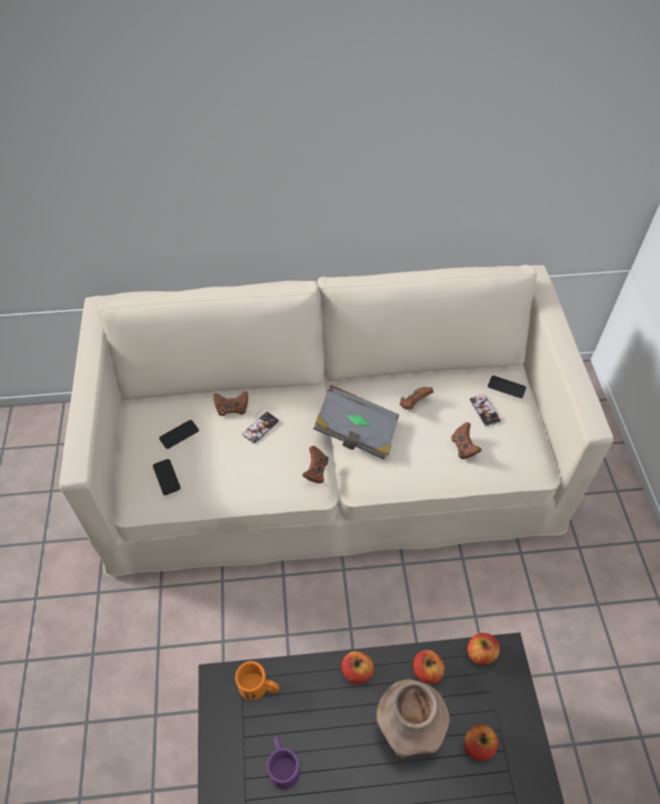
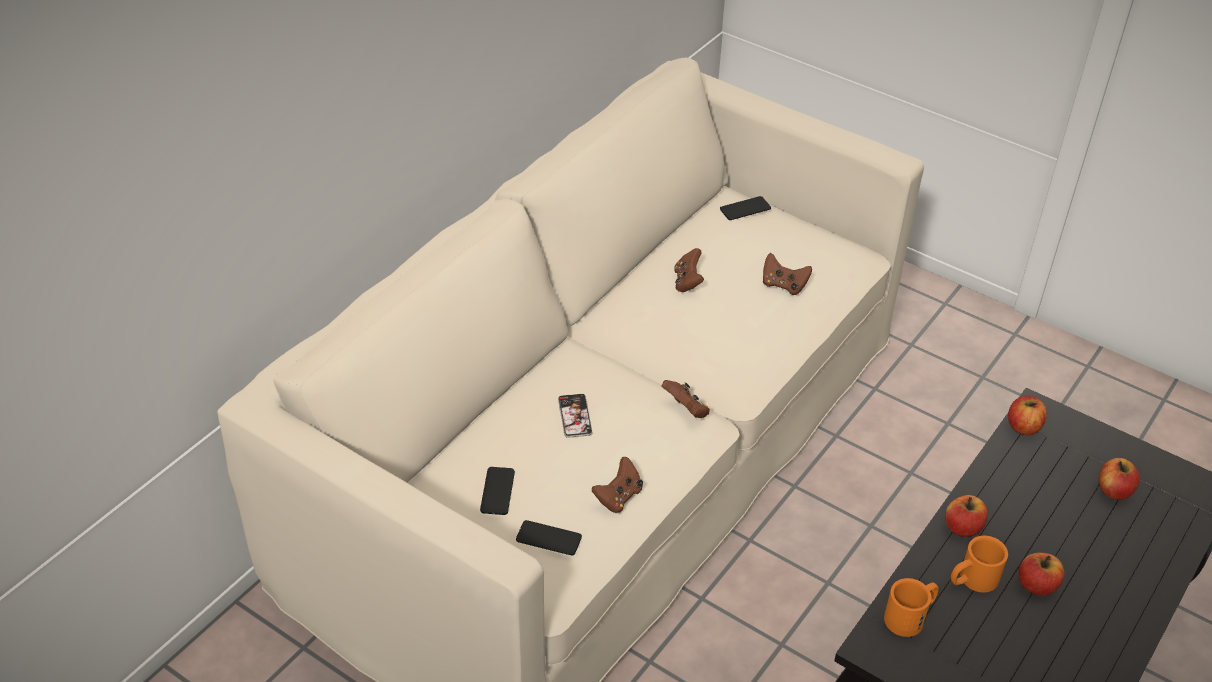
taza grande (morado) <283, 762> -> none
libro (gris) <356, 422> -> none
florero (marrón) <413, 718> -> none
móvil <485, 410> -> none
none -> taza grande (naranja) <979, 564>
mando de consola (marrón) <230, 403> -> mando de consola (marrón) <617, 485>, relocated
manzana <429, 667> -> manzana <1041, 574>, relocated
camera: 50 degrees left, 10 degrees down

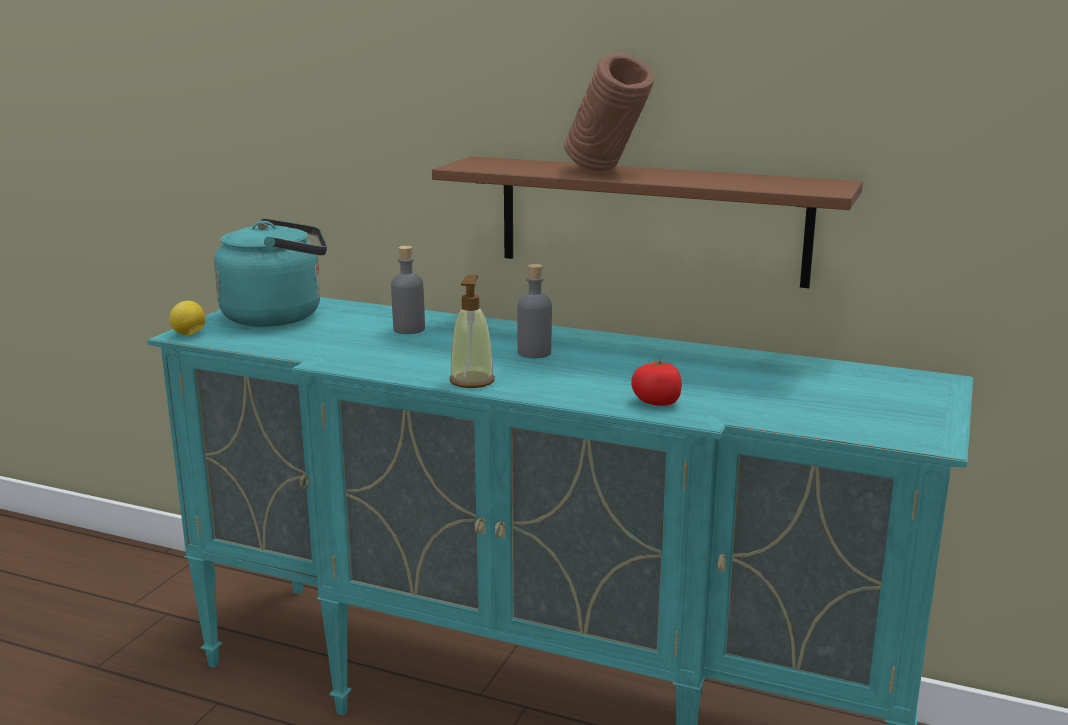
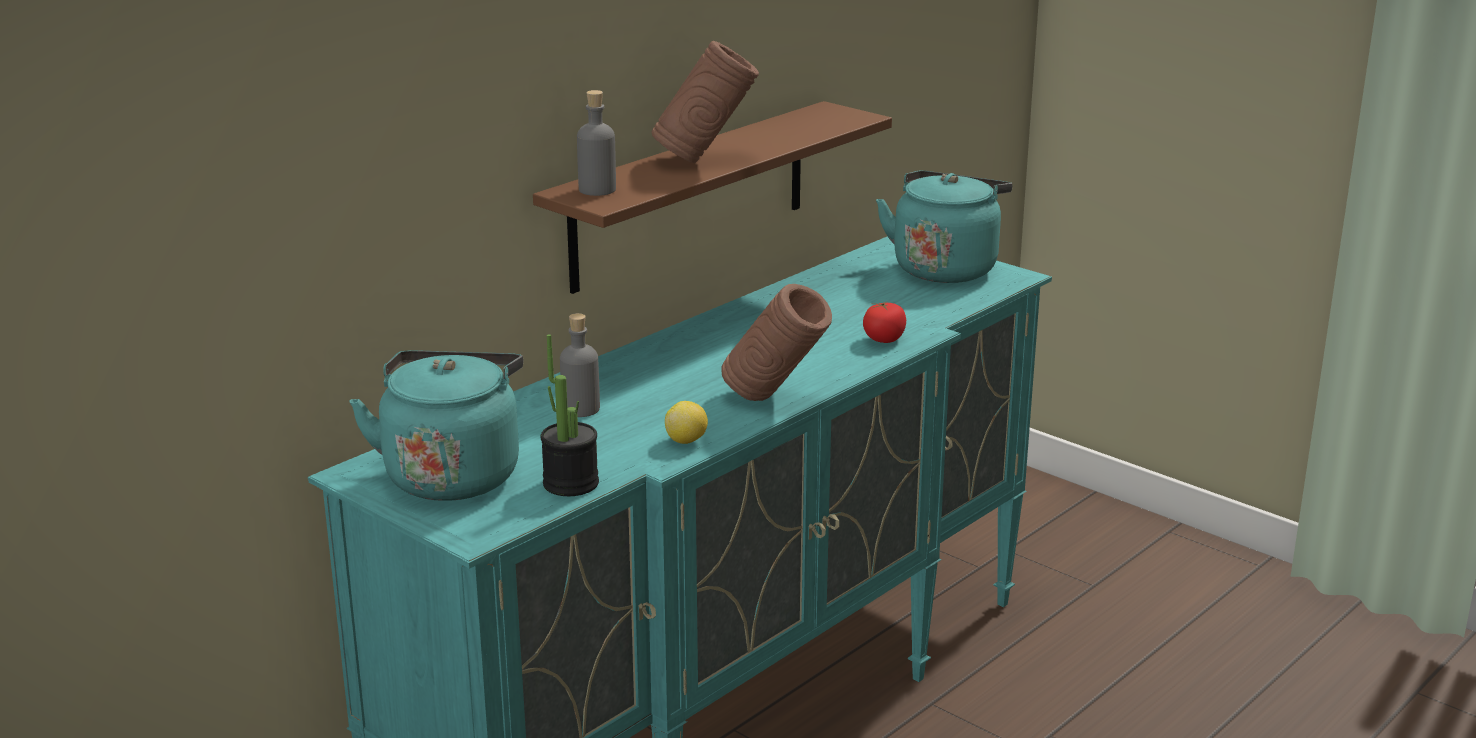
none -> planta en maceta <570, 415>
none -> hervidor (turquesa) <944, 226>
limón <187, 318> -> limón <686, 422>, relocated
botella (gris) <534, 311> -> botella (gris) <596, 143>, relocated
dispensador de jabón <472, 331> -> florero (marrón) <776, 342>
camera: 70 degrees left, 5 degrees up

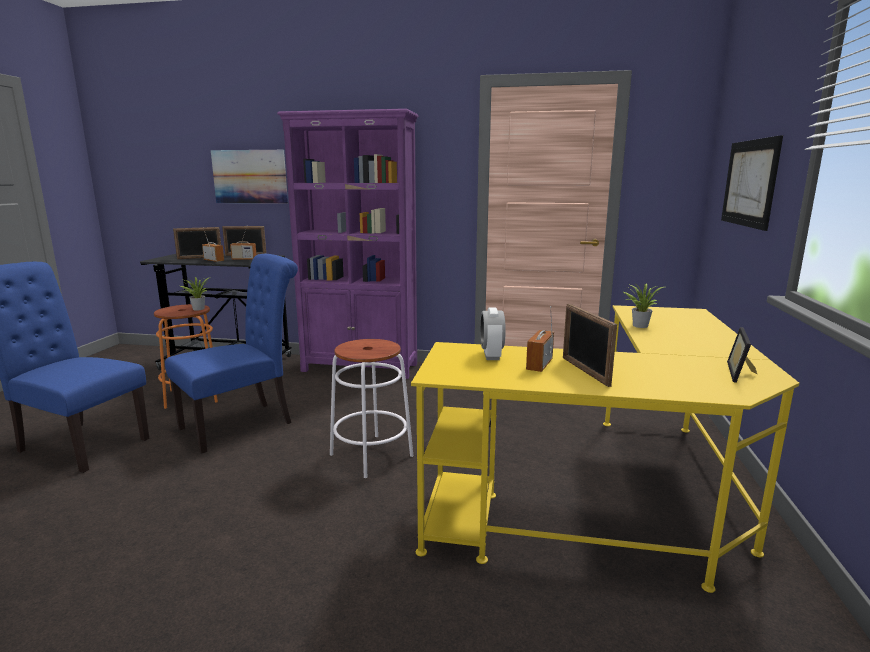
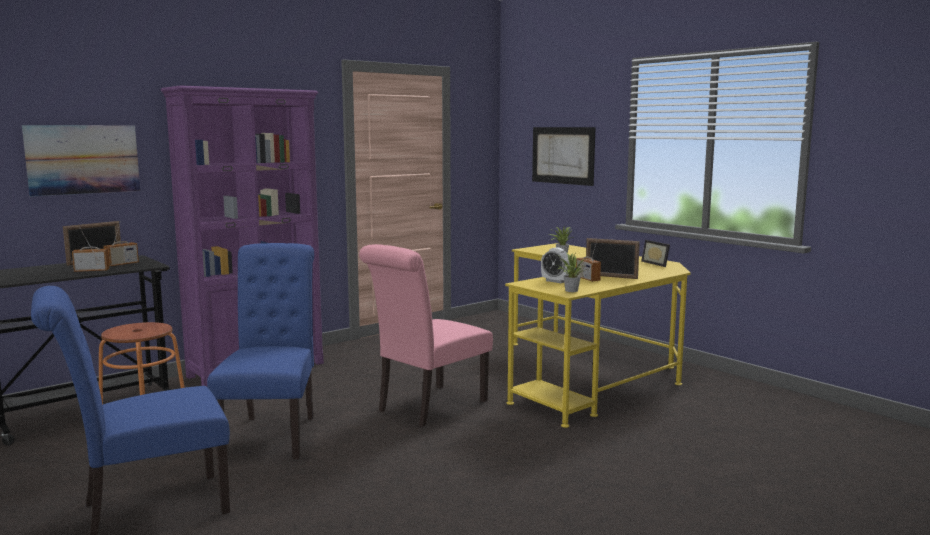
portarretratos <197, 243> -> none
planta en maceta <195, 294> -> planta en maceta <571, 272>, relocated
taburete (blanco) <371, 408> -> silla (rosa) <426, 335>
camera: 50 degrees left, 5 degrees down

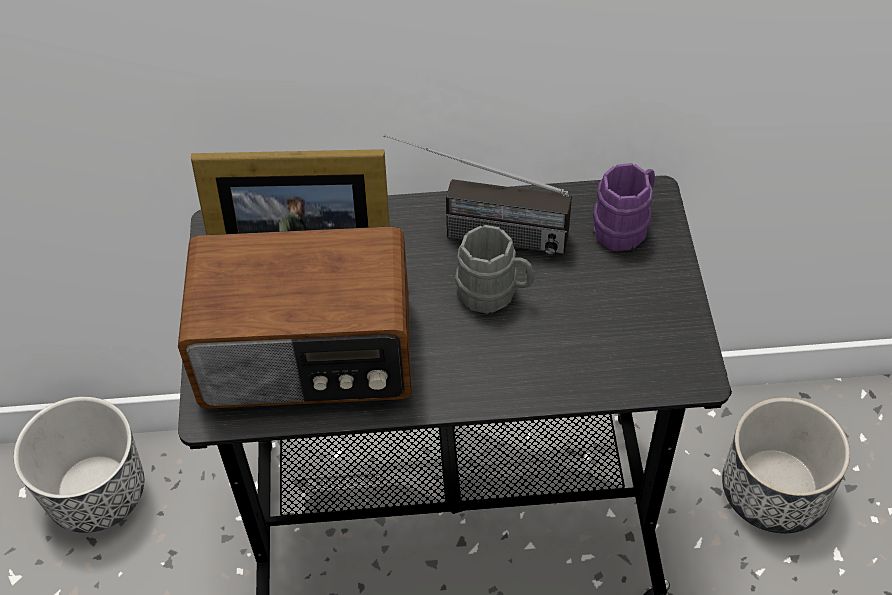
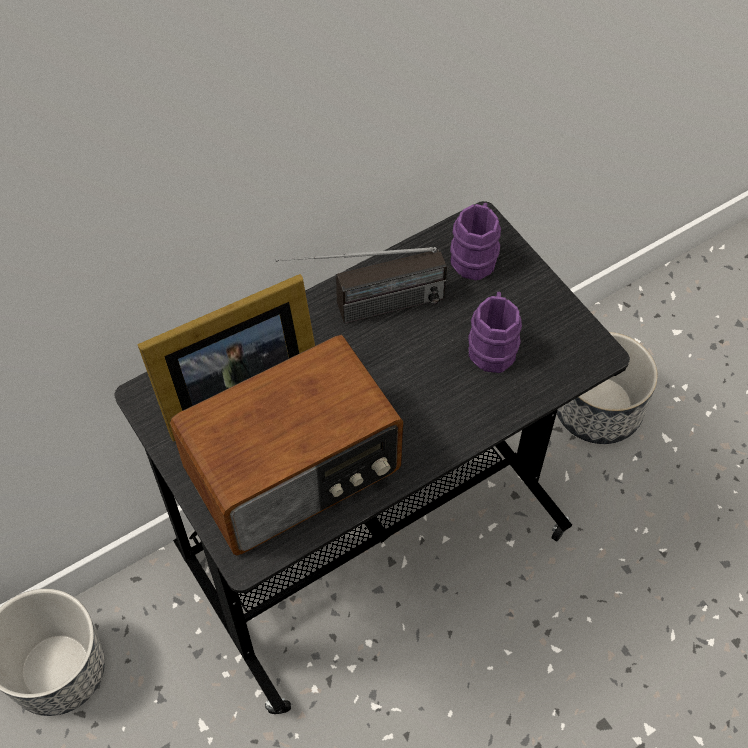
taza grande (gris) <495, 269> -> none
none -> taza grande (morado) <495, 332>
camera: 30 degrees left, 5 degrees up

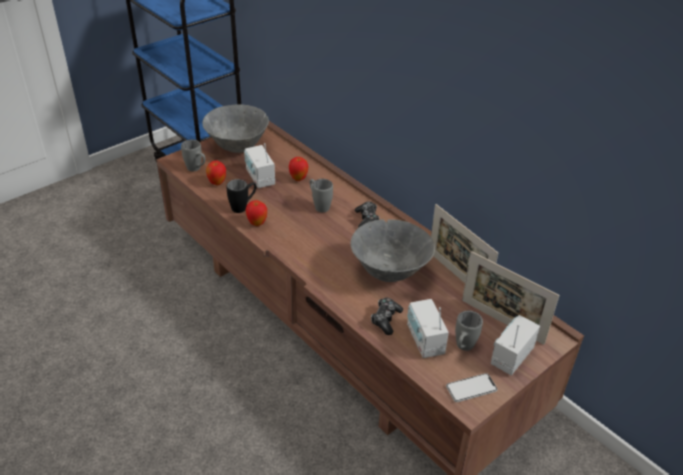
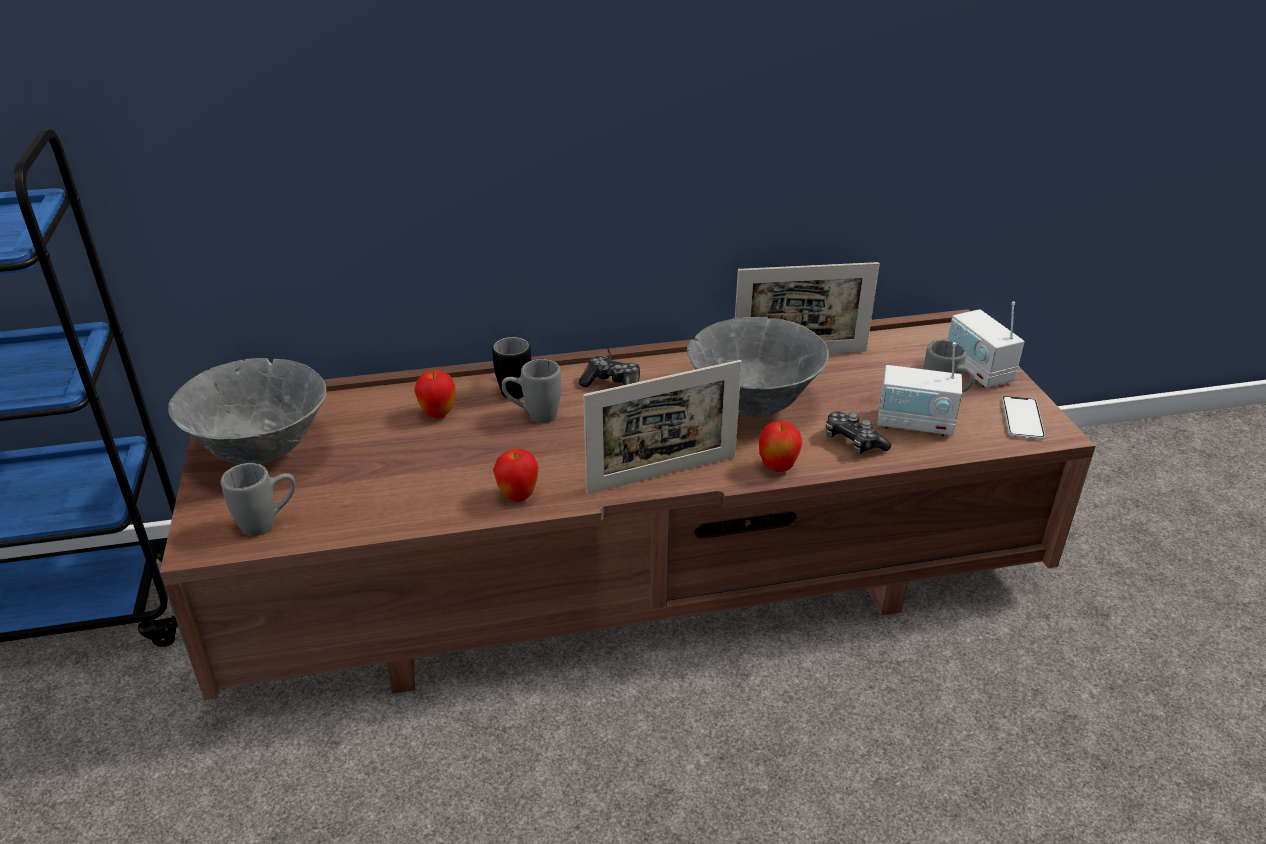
radio <259, 165> -> none
manzana <216, 173> -> manzana <780, 446>, relocated
taza grande (negro) <241, 196> -> taza grande (negro) <511, 367>, relocated
portarretratos <510, 298> -> portarretratos <662, 427>, relocated
camera: 60 degrees left, 5 degrees down

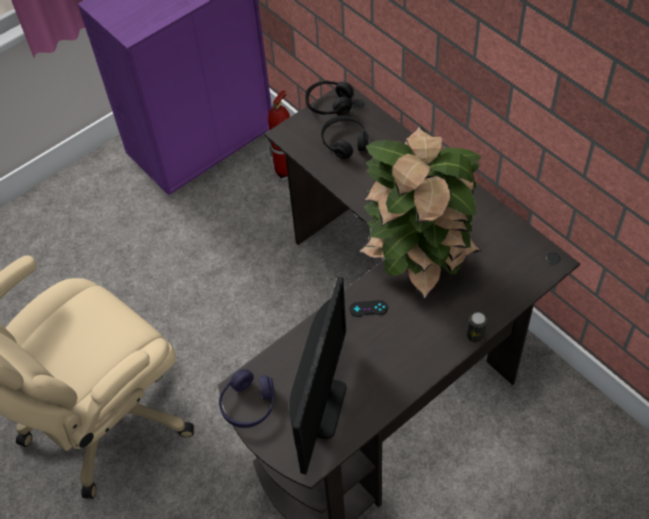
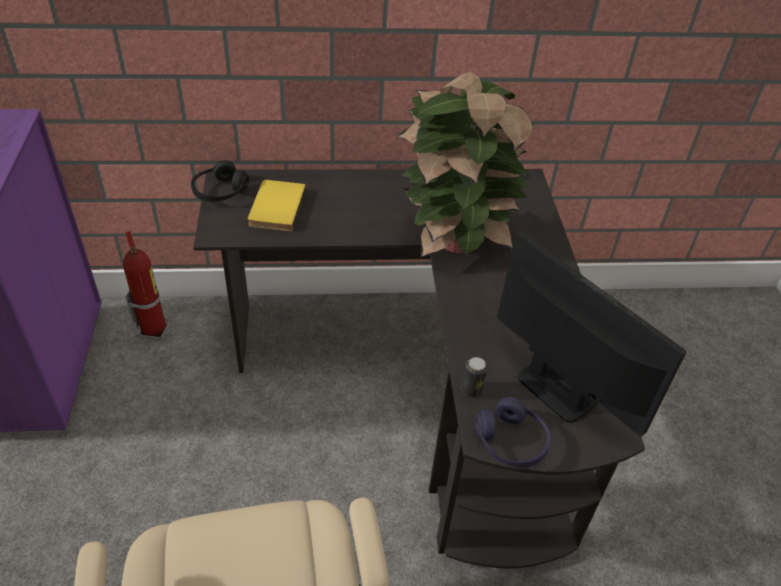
mando de consola (negro) <368, 308> -> none
lata <477, 327> -> lata <475, 377>, relocated
auriculares (negro) <344, 137> -> libro (amarillo) <277, 205>
camera: 60 degrees left, 10 degrees down

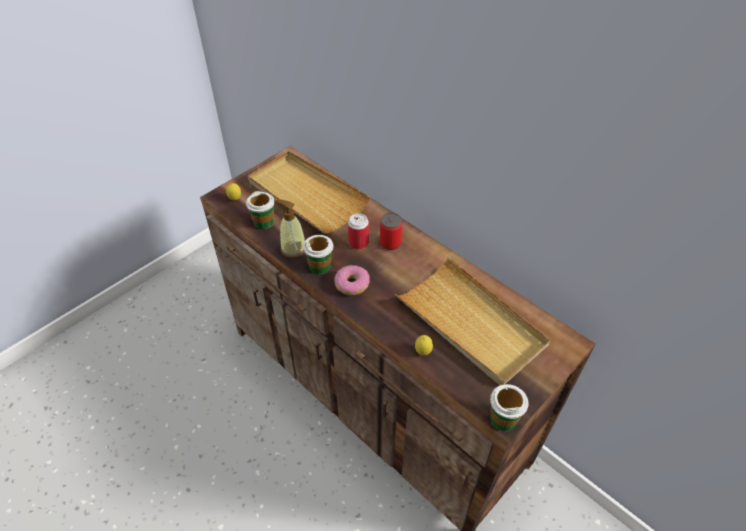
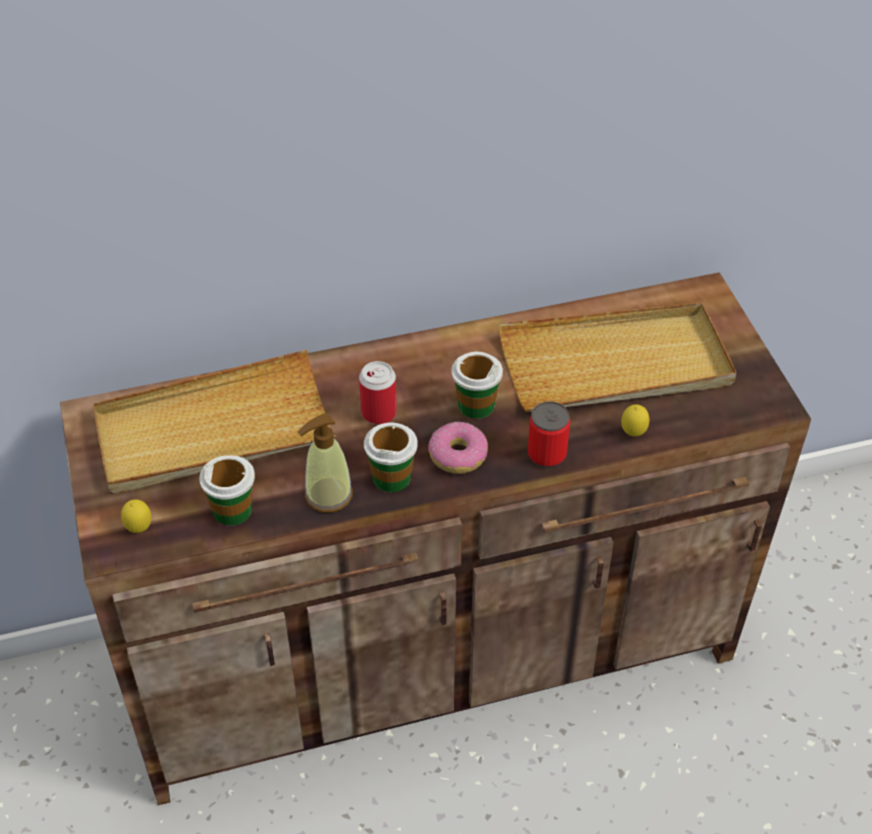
lata <391, 231> -> lata <549, 434>, relocated
taza <509, 407> -> taza <477, 385>, relocated
camera: 60 degrees left, 0 degrees up

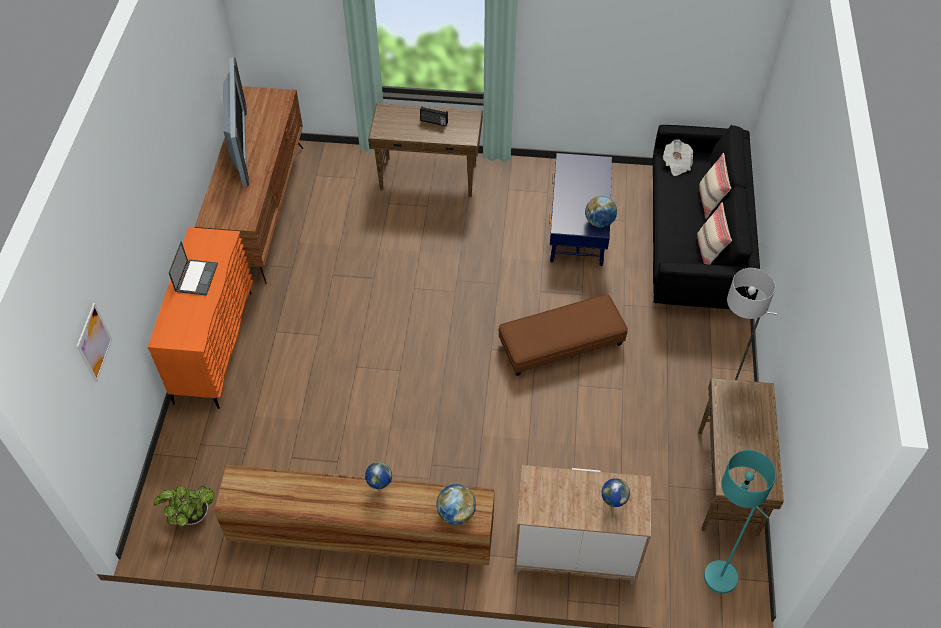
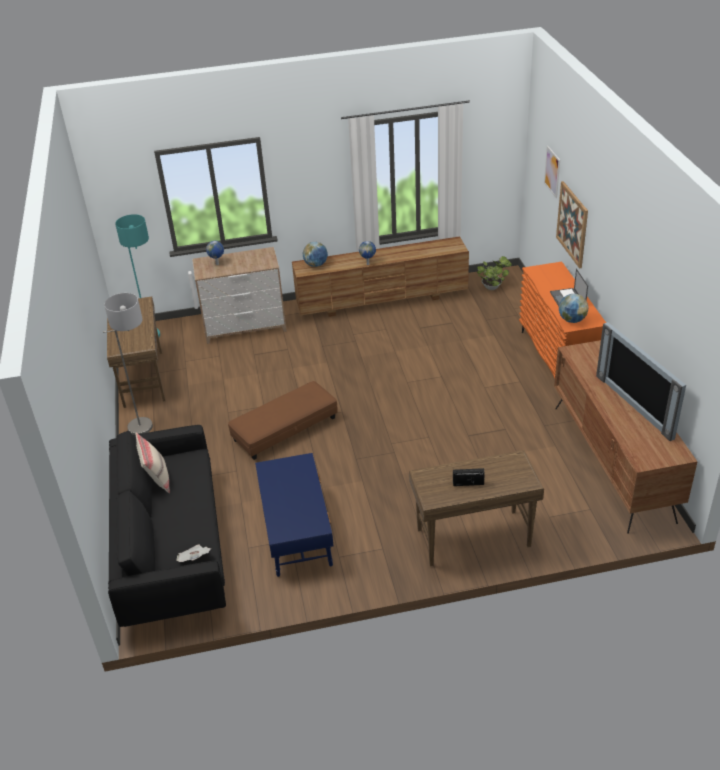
cojín (beis) <715, 186> -> none
none -> cuadro <572, 224>
globo terráqueo <601, 212> -> globo terráqueo <574, 308>, relocated
camera: 165 degrees right, 15 degrees down

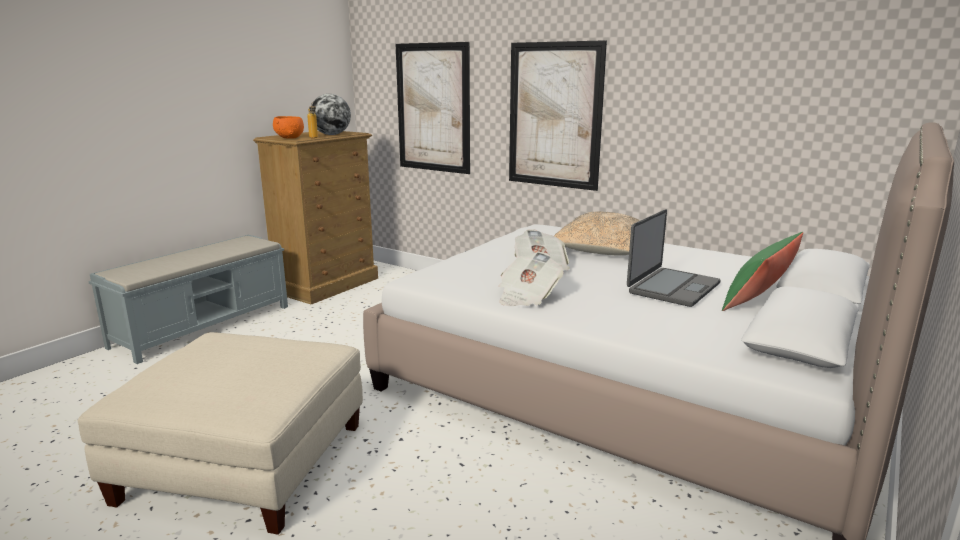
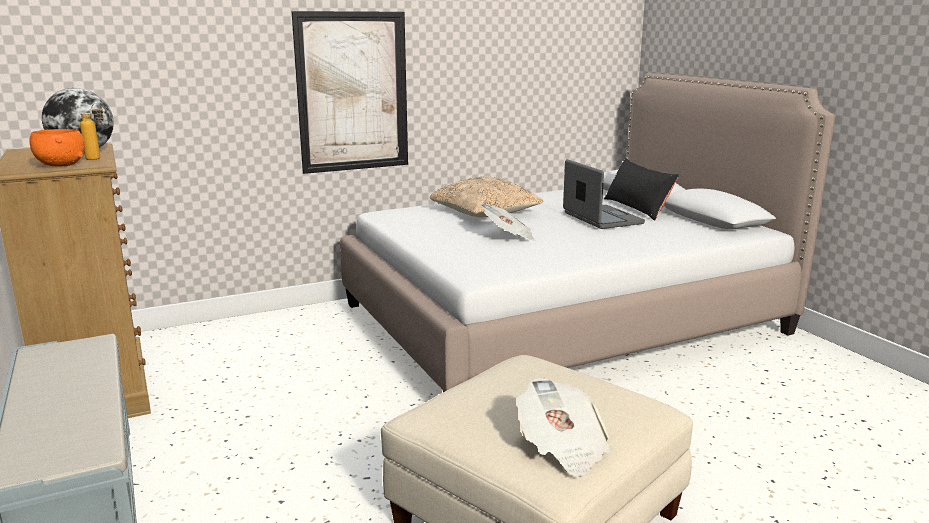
cuadro <433, 108> -> none
periódico <531, 279> -> periódico <564, 427>, relocated
cojín (verde) <762, 271> -> cojín (negro) <641, 189>
camera: 60 degrees left, 0 degrees up

